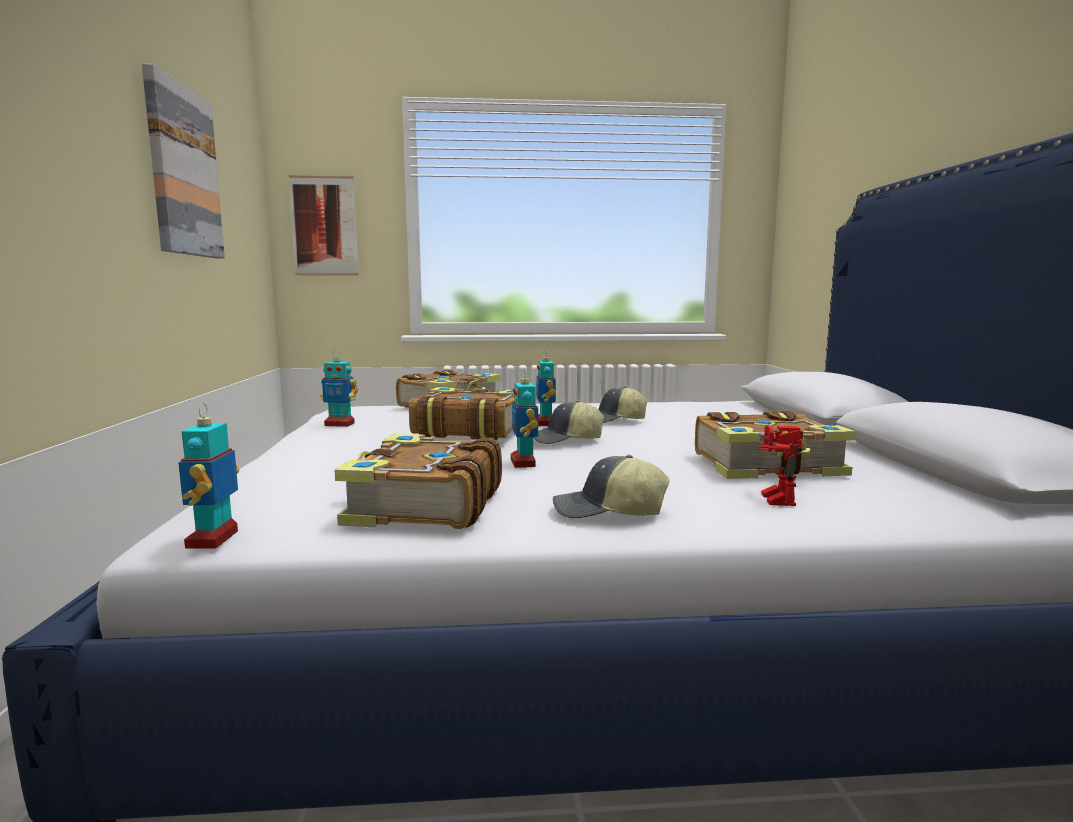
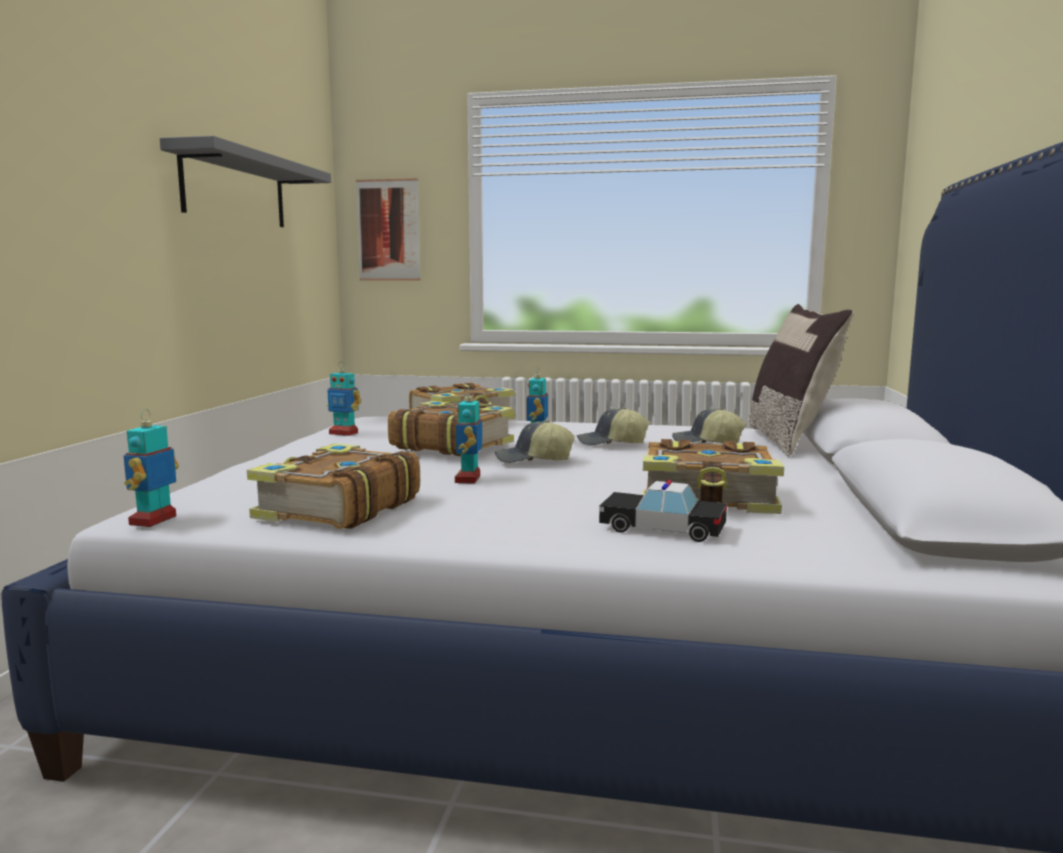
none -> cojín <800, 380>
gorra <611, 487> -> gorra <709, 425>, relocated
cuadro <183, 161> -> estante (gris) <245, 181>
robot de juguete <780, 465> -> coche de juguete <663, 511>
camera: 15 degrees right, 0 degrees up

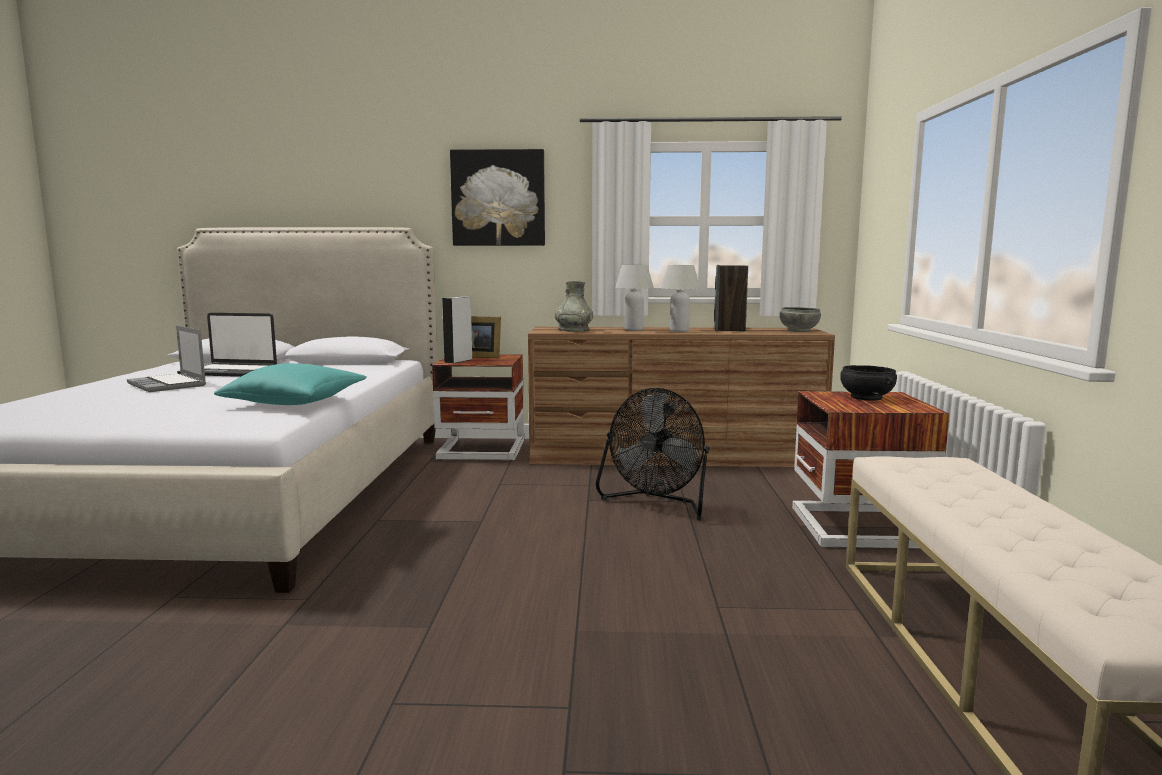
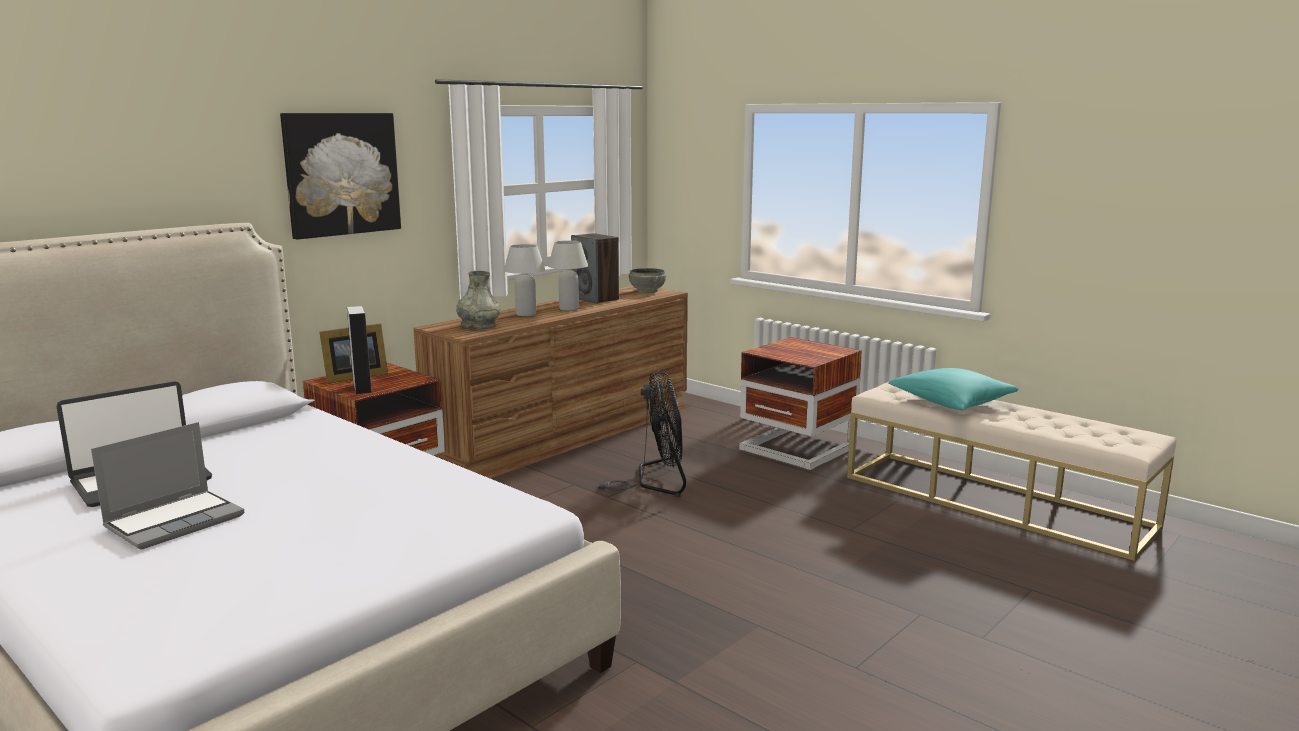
cuenco (negro) <868, 383> -> none
cojín (turquesa) <290, 384> -> cojín (turquesa) <953, 389>, relocated
portátil <166, 358> -> portátil <167, 486>, 45 degrees counterclockwise
ventilador (negro) <653, 454> -> ventilador (negro) <641, 434>, 75 degrees counterclockwise
camera: 50 degrees left, 5 degrees up

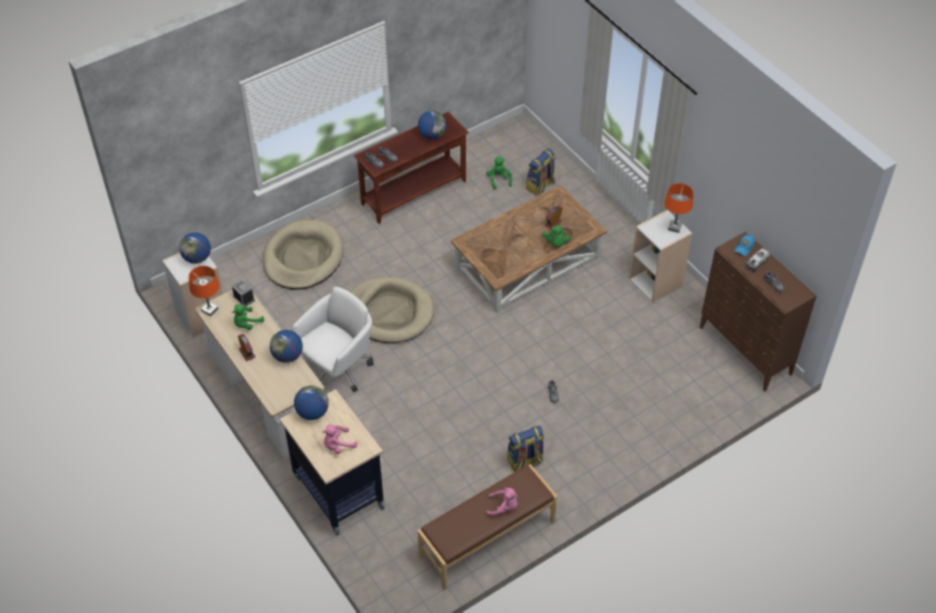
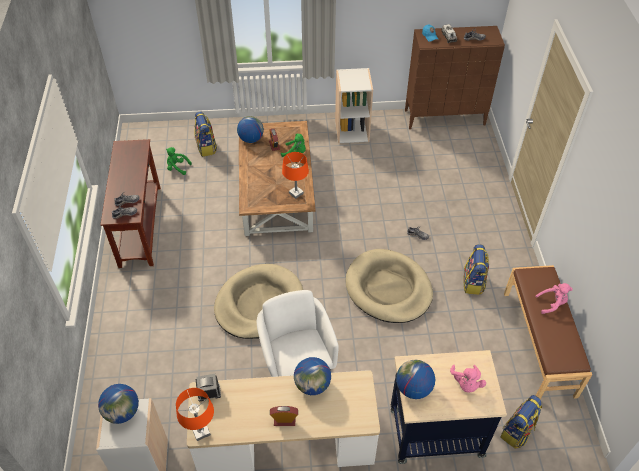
peluche (verde) <248, 317> -> none
none -> mochila <521, 422>
cama para perro (beis) <303, 254> -> cama para perro (beis) <389, 286>, relocated
globo terráqueo <432, 125> -> globo terráqueo <250, 129>, relocated
lámpara de mesa (naranja) <679, 208> -> lámpara de mesa (naranja) <295, 175>, relocated
peluche (rosa) <501, 502> -> peluche (rosa) <554, 298>, 45 degrees clockwise
camera: 60 degrees left, 0 degrees up

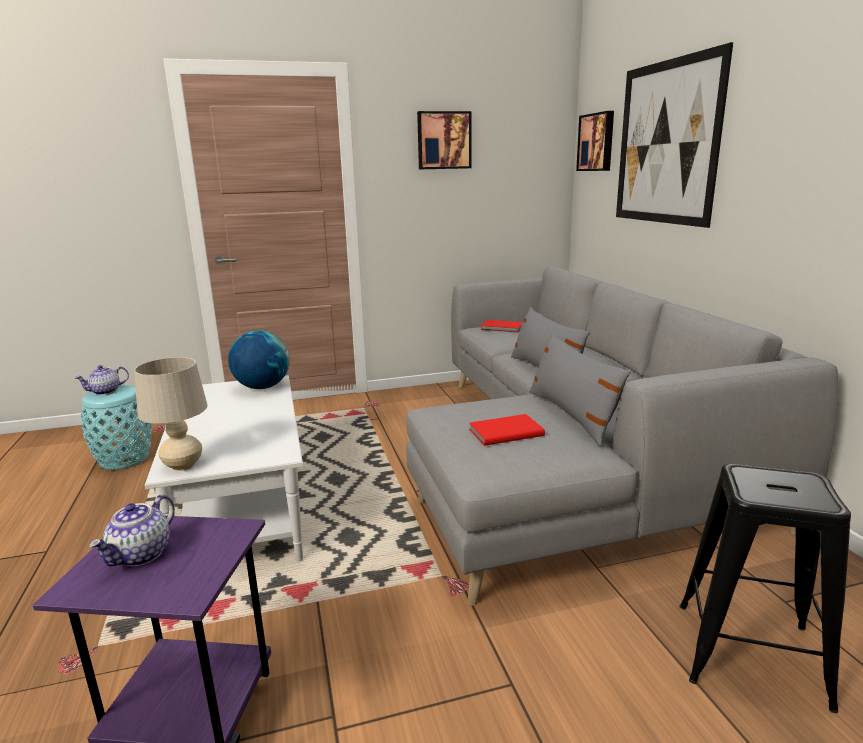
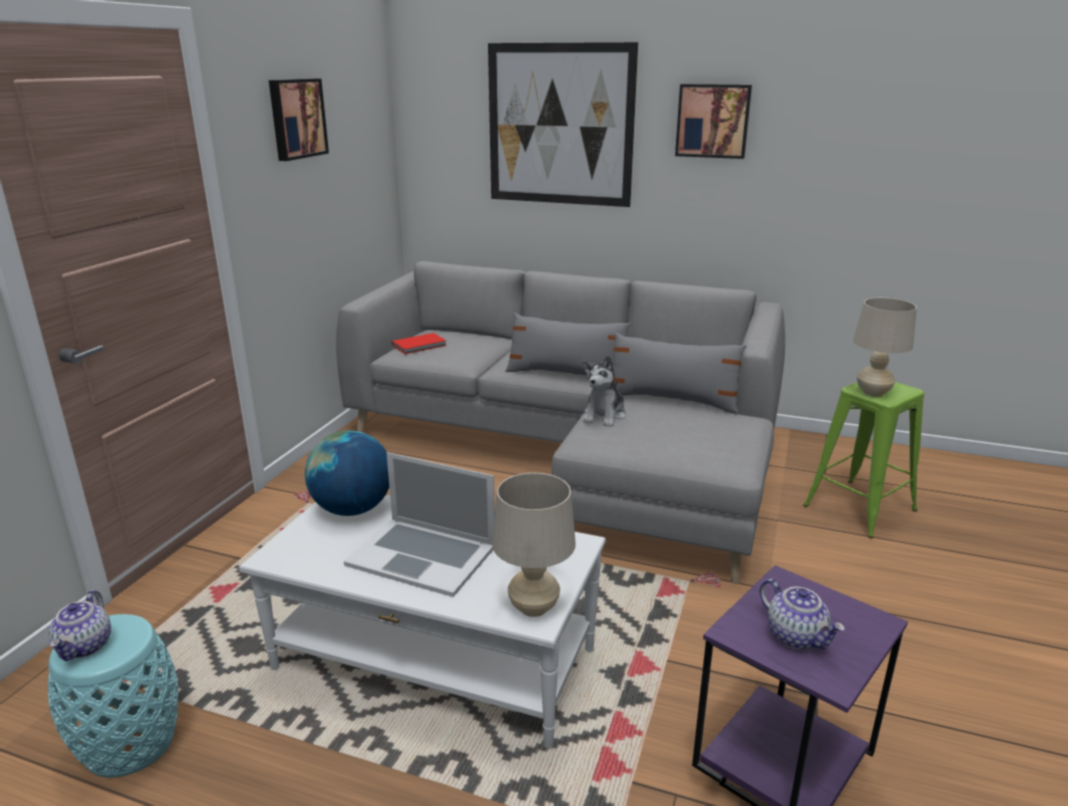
libro (rojo) <507, 430> -> none
none -> portátil <419, 524>
none -> peluche <604, 391>
none -> lámpara de mesa (beis) <885, 347>
cuadro <595, 141> -> cuadro <713, 121>, relocated
taburete (negro) <765, 588> -> taburete (verde) <863, 460>
camera: 55 degrees left, 5 degrees up

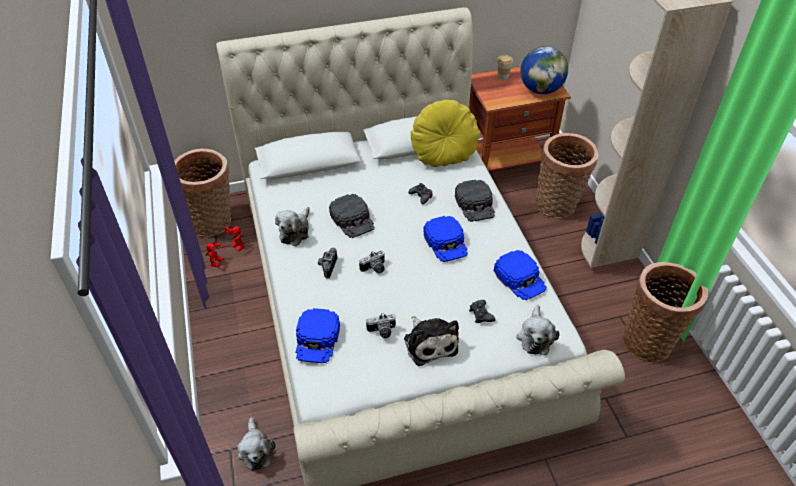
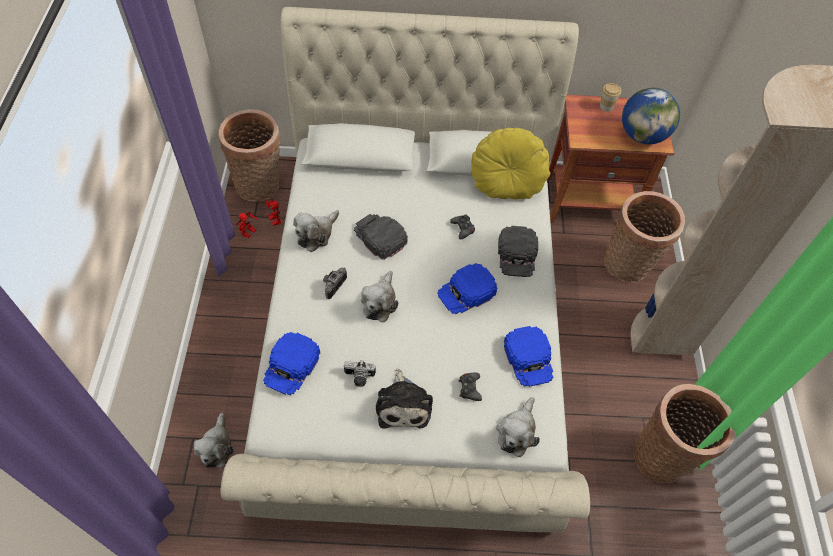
cámara <372, 261> -> peluche <379, 296>
gorra (negro) <352, 216> -> gorra (negro) <381, 237>, 150 degrees clockwise
gorra (azul) <445, 239> -> gorra (azul) <467, 288>, 60 degrees clockwise
camera: 15 degrees right, 10 degrees up

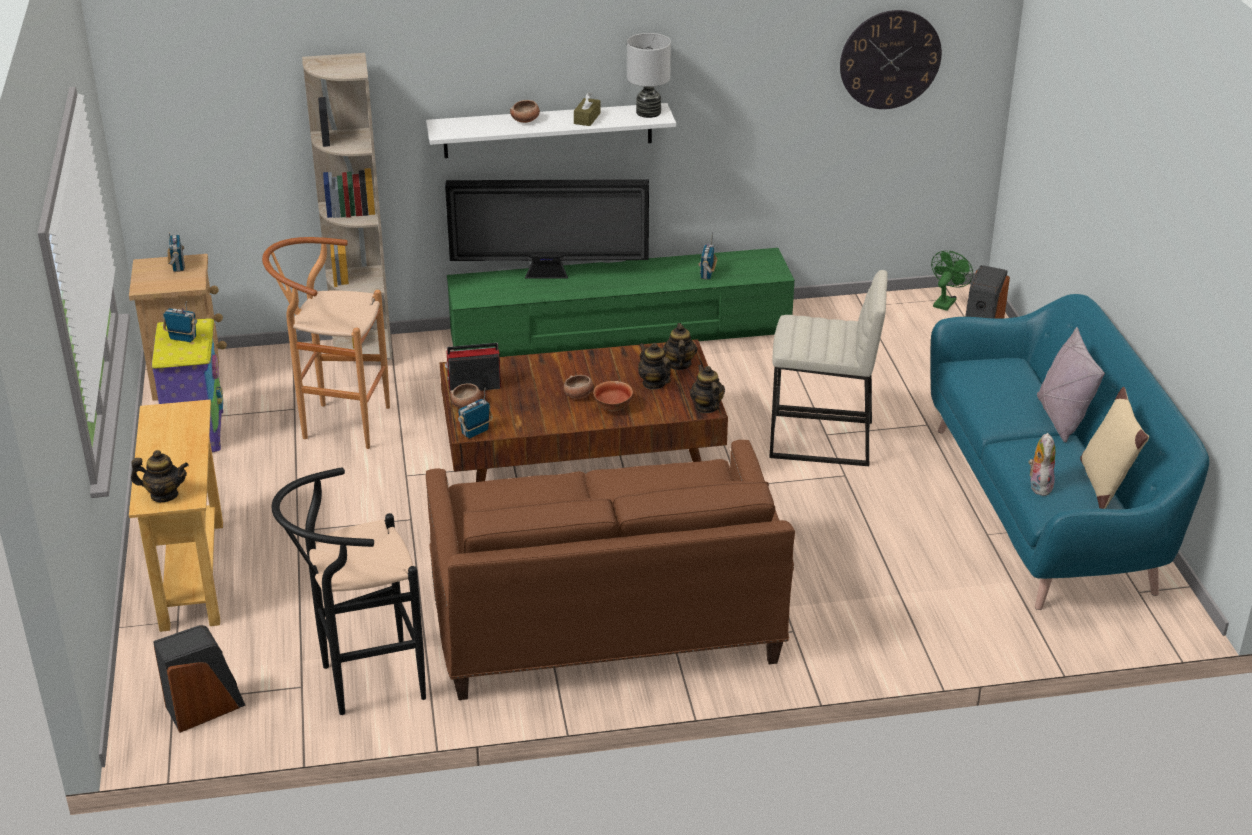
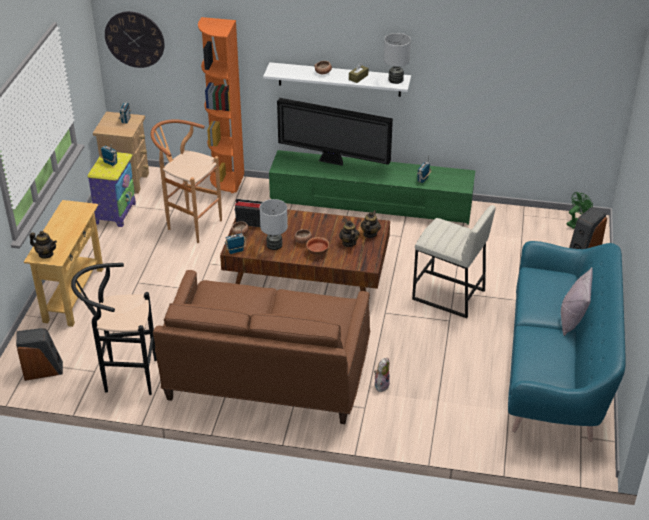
tetera <707, 389> -> none
cojín (beis) <1114, 448> -> none
none -> lámpara de mesa (gris) <274, 224>
reloj de pared <891, 59> -> reloj de pared <135, 39>, relocated
peluche <1041, 464> -> peluche <382, 375>, relocated
estantería (beis) <347, 208> -> estantería (naranja) <221, 105>
camera: 20 degrees right, 5 degrees up

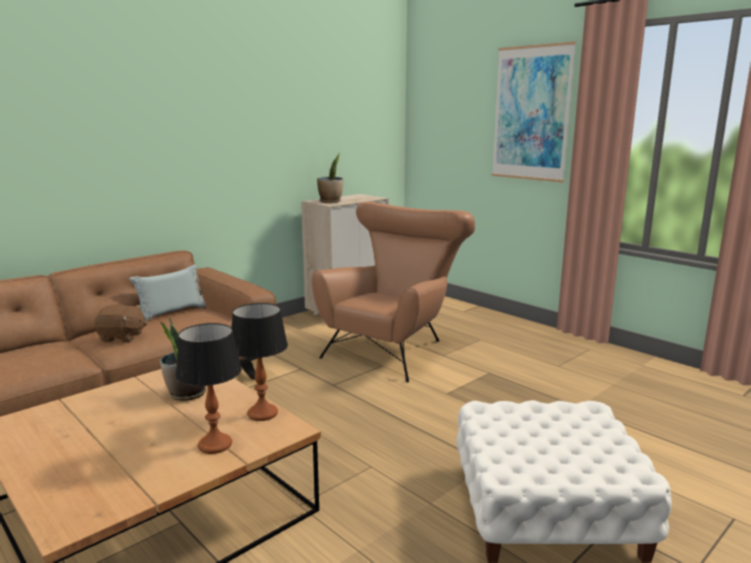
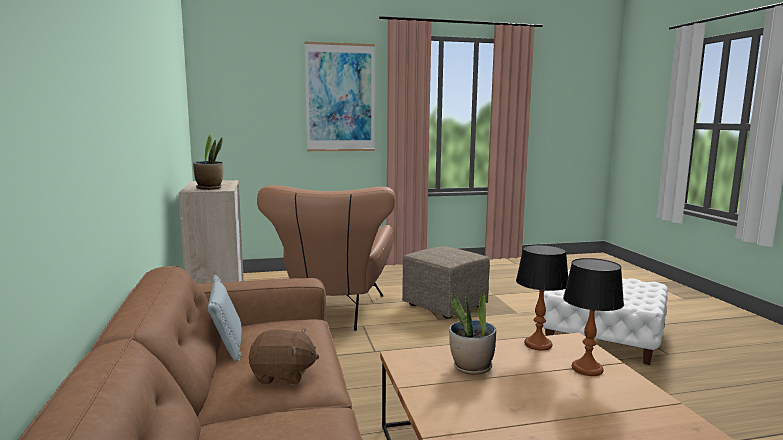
none -> puf (beis) <446, 282>
peluche (marrón) <120, 323> -> peluche (marrón) <284, 357>, 60 degrees clockwise
sillón (marrón) <393, 292> -> sillón (marrón) <326, 258>, 150 degrees counterclockwise
camera: 60 degrees left, 5 degrees down

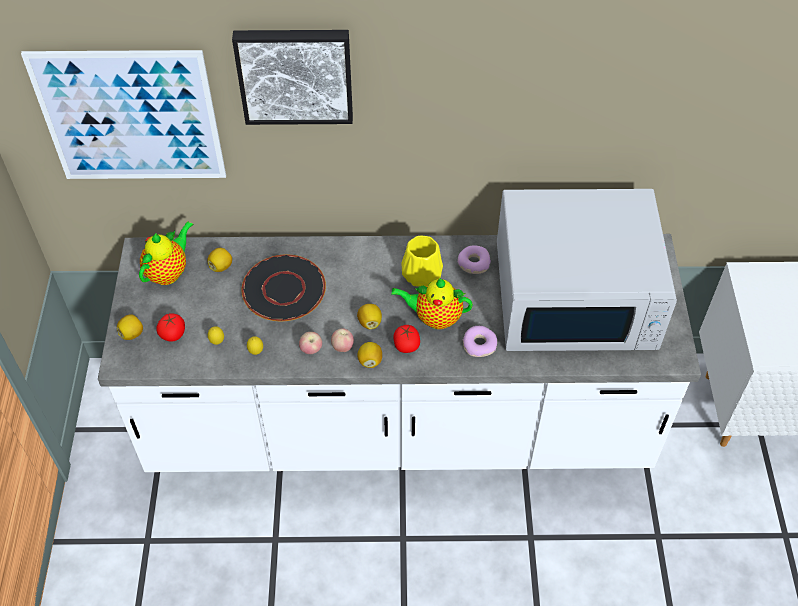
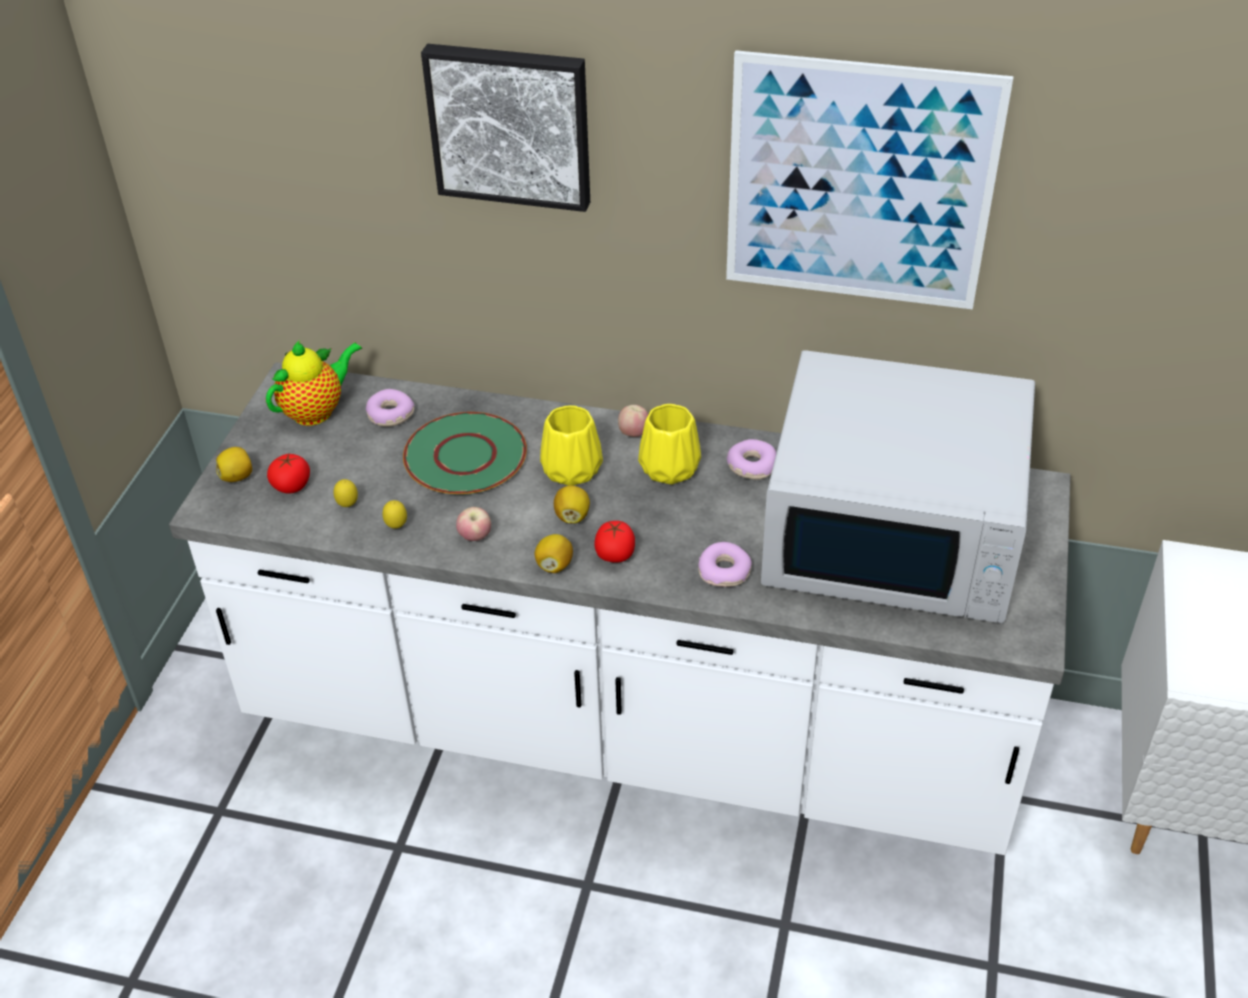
tetera <432, 303> -> none
none -> florero (amarillo) <571, 445>
cuadro <123, 114> -> cuadro <870, 179>, relocated
manzana <342, 340> -> manzana <633, 421>, relocated
limón <220, 260> -> rosquilla <390, 408>
plato (negro) <283, 287> -> plato (verde) <465, 453>
camera: 15 degrees right, 10 degrees down

